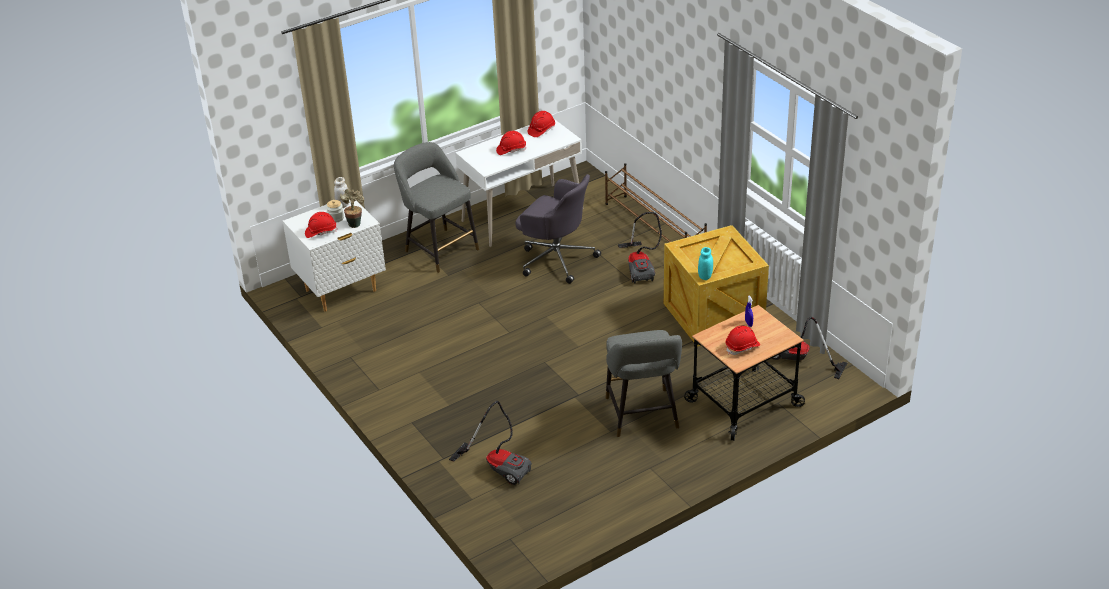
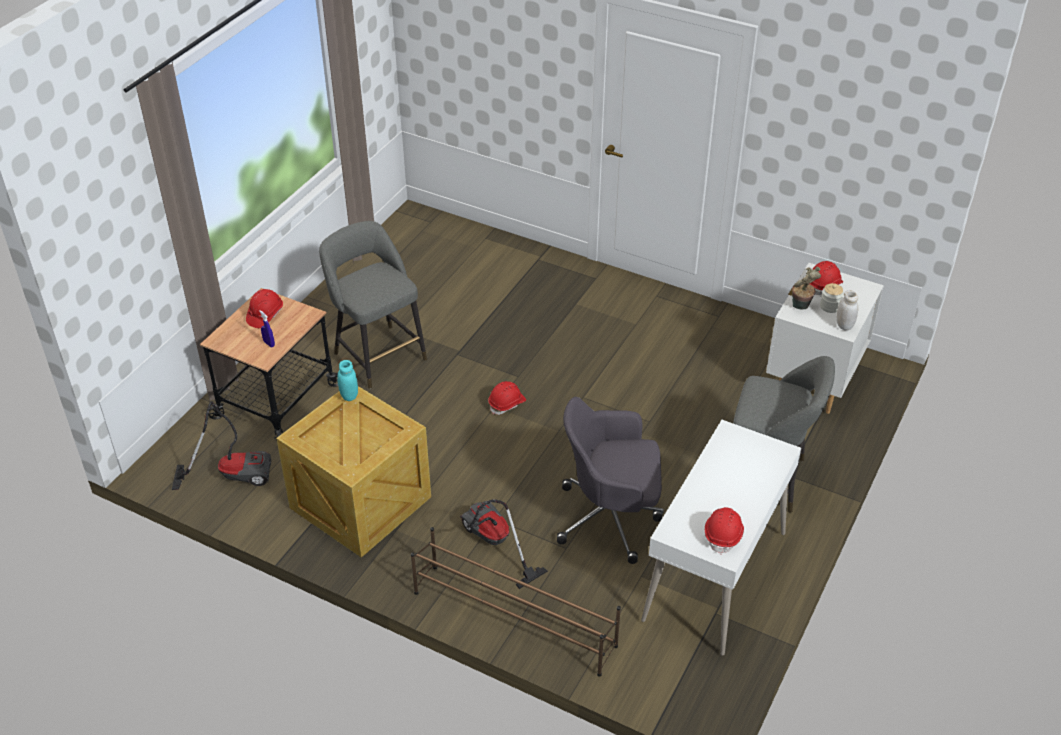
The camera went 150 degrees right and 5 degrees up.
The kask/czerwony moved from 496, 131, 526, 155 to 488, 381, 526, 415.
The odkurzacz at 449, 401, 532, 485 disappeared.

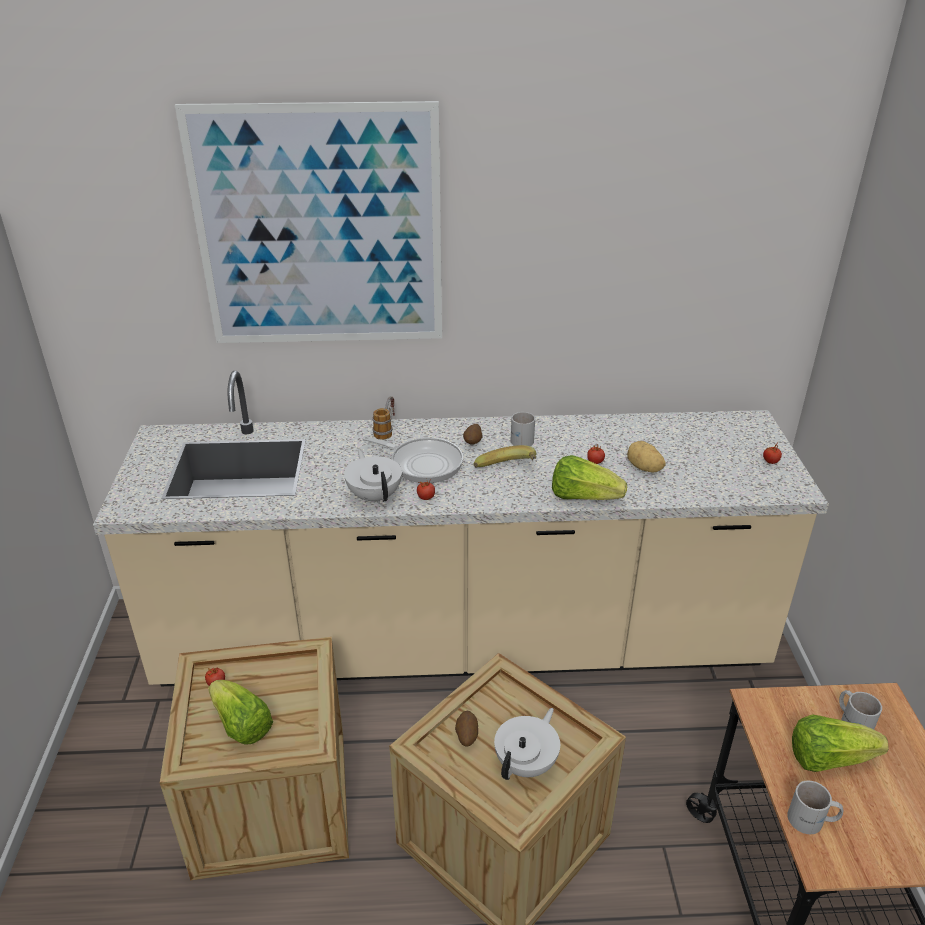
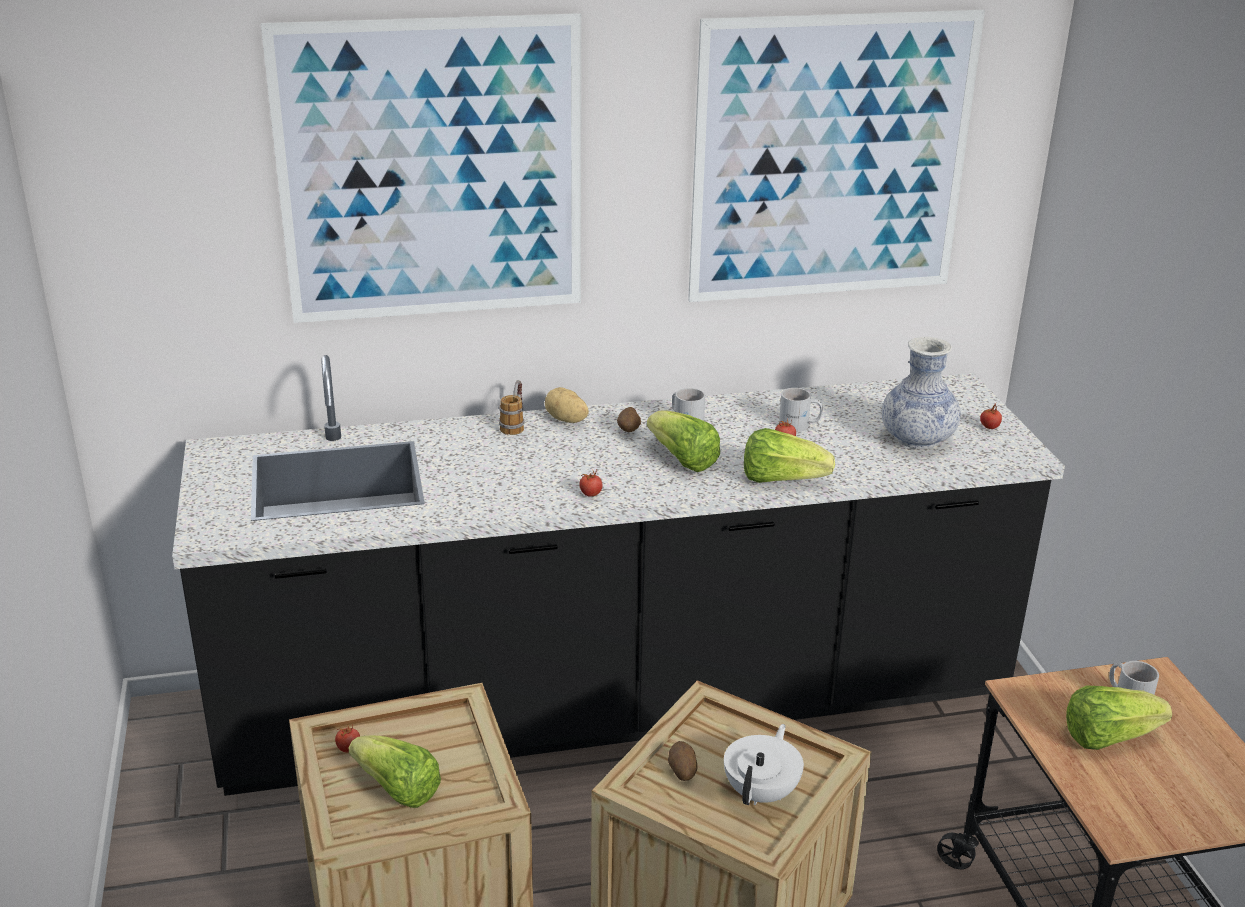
The camera went 10 degrees left and 5 degrees down.
The zabudowa kuchenna/beżowy at 93, 371, 829, 686 became the zabudowa kuchenna/czarny at 172, 355, 1065, 796.
The patelnia at 363, 436, 463, 483 disappeared.
The ziemniak moved from 627, 441, 666, 473 to 545, 387, 589, 423.
The banan at 473, 445, 536, 467 was replaced by the sałata at 647, 410, 720, 472.
The imbryk/biały at 344, 450, 402, 504 disappeared.
The kubek/biały moved from 787, 781, 844, 834 to 779, 388, 823, 432.
The obraz at 688, 10, 985, 302 appeared.
The wazon at 882, 337, 961, 449 appeared.

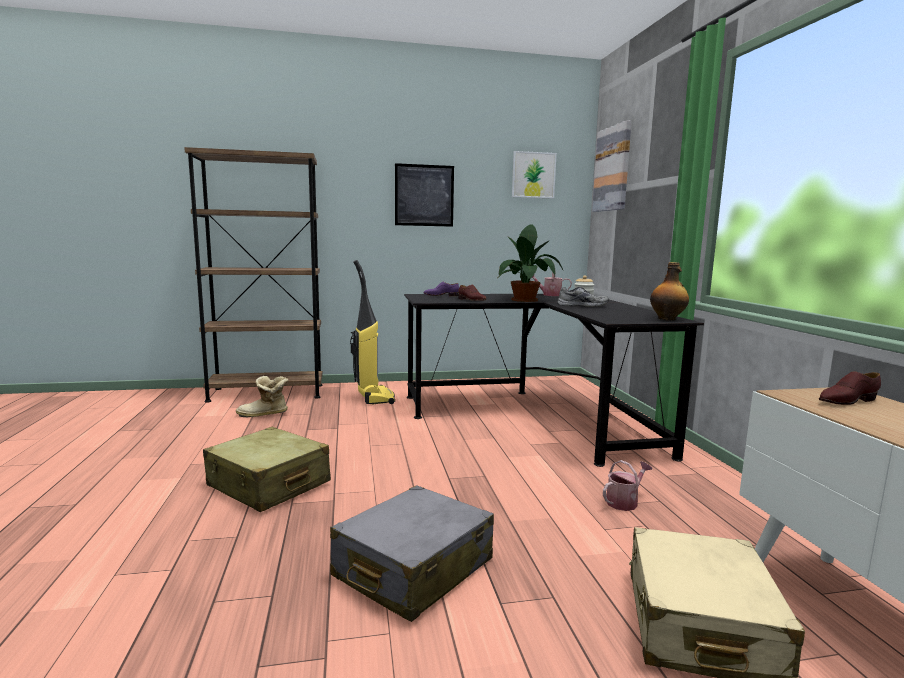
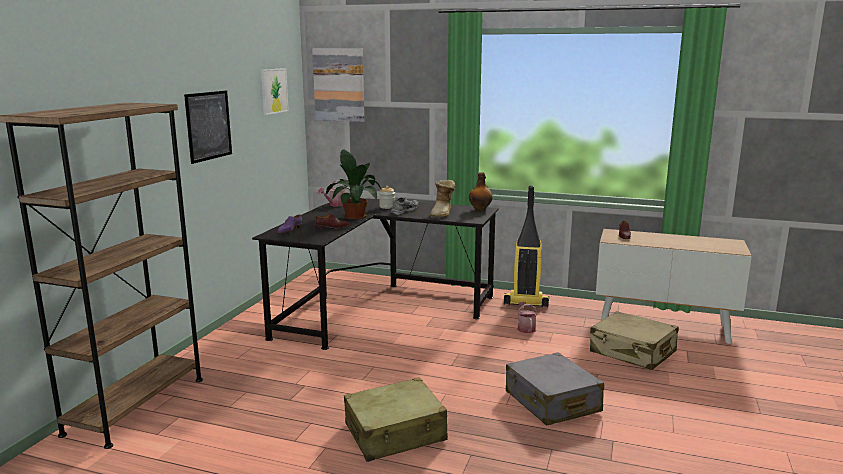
The camera went 60 degrees left and 5 degrees up.
The odkurzacz moved from 350, 260, 395, 405 to 504, 185, 549, 307.
The but z cholewką moved from 236, 376, 289, 417 to 430, 180, 455, 219.

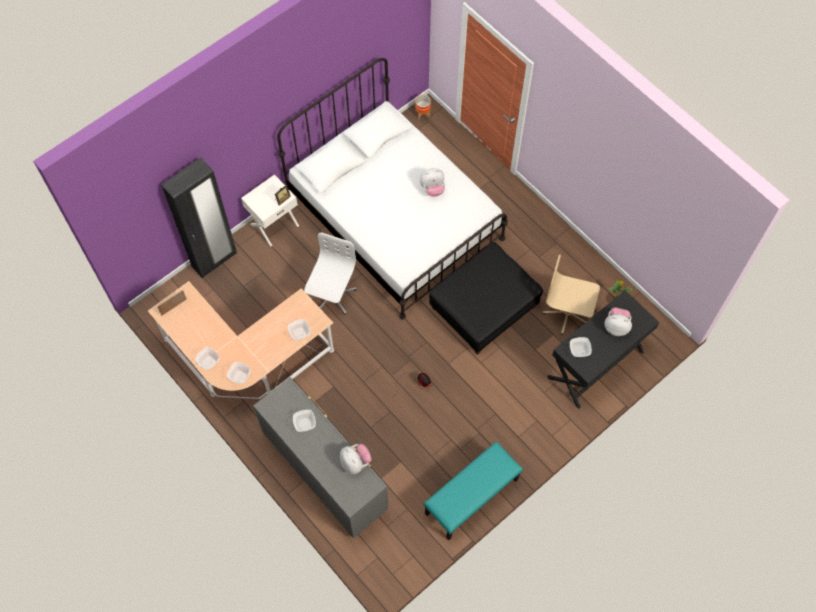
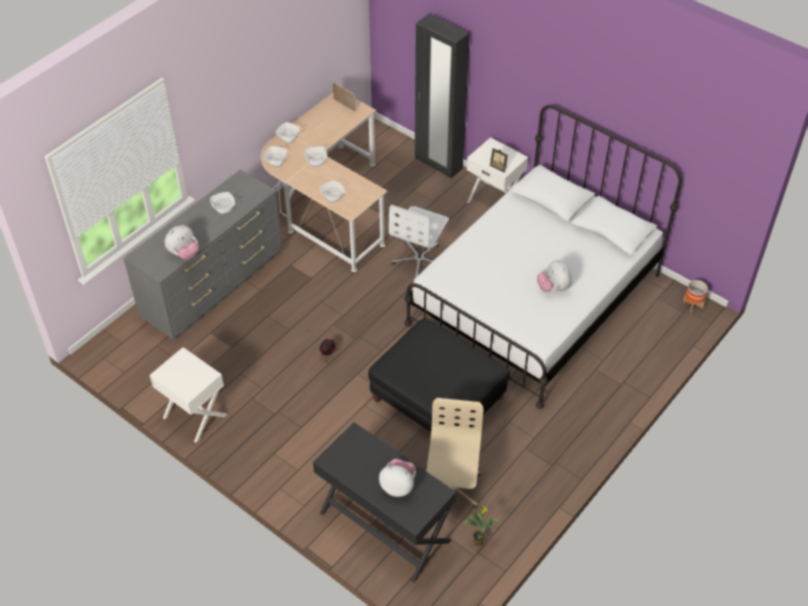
The camera went 80 degrees right and 15 degrees down.
The krzesło biurowe/biały at 304, 232, 357, 314 turned 105 degrees clockwise.
The pluszak at 604, 307, 632, 336 turned 75 degrees counterclockwise.
The miska moved from 570, 337, 592, 357 to 304, 146, 327, 167.
The ławka/turkusowy at 424, 441, 523, 540 was replaced by the szafka nocna/biały at 150, 347, 227, 443.

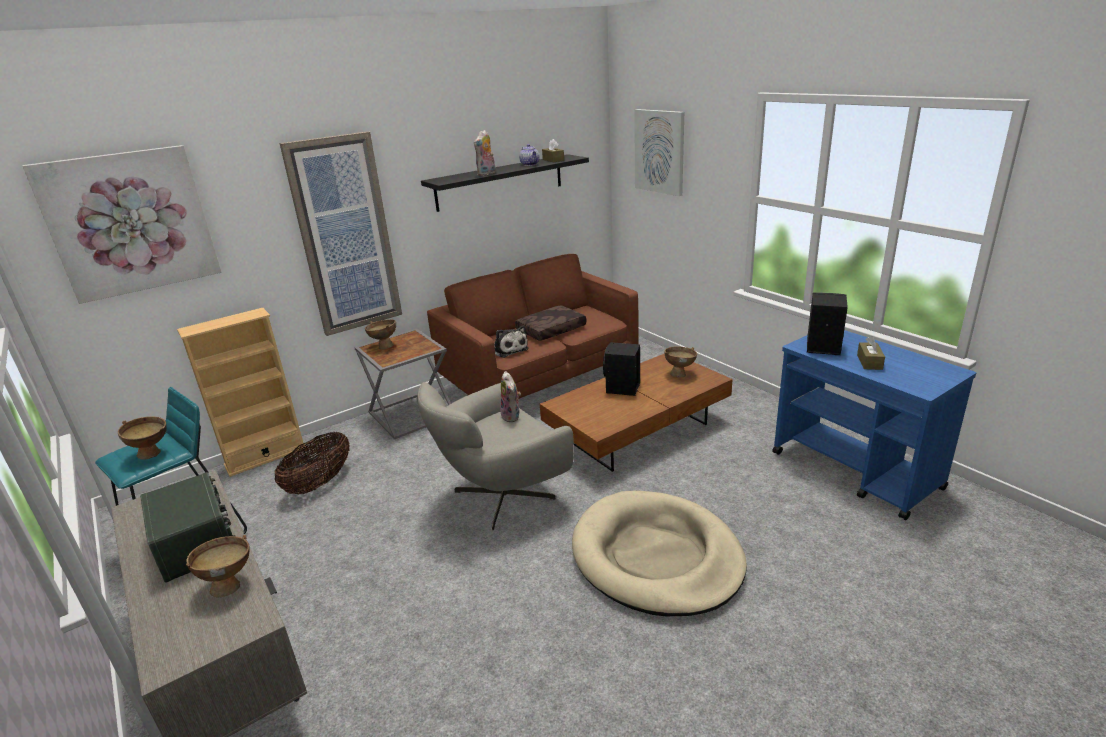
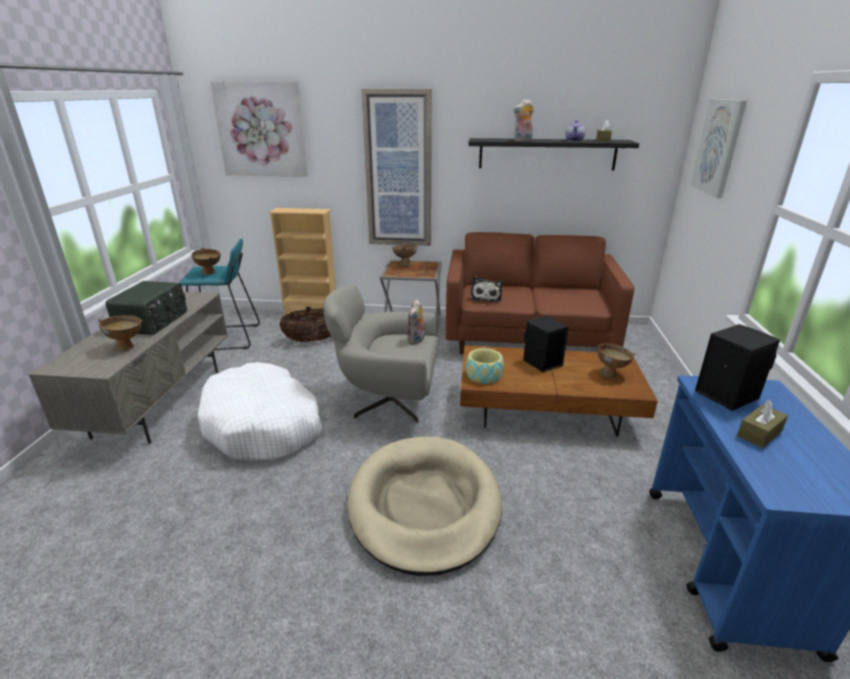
The camera went 40 degrees right and 0 degrees up.
The poduszka/brązowy at 515, 306, 586, 341 disappeared.
The miska at 466, 348, 504, 384 appeared.
The legowisko/biały at 197, 362, 322, 460 appeared.

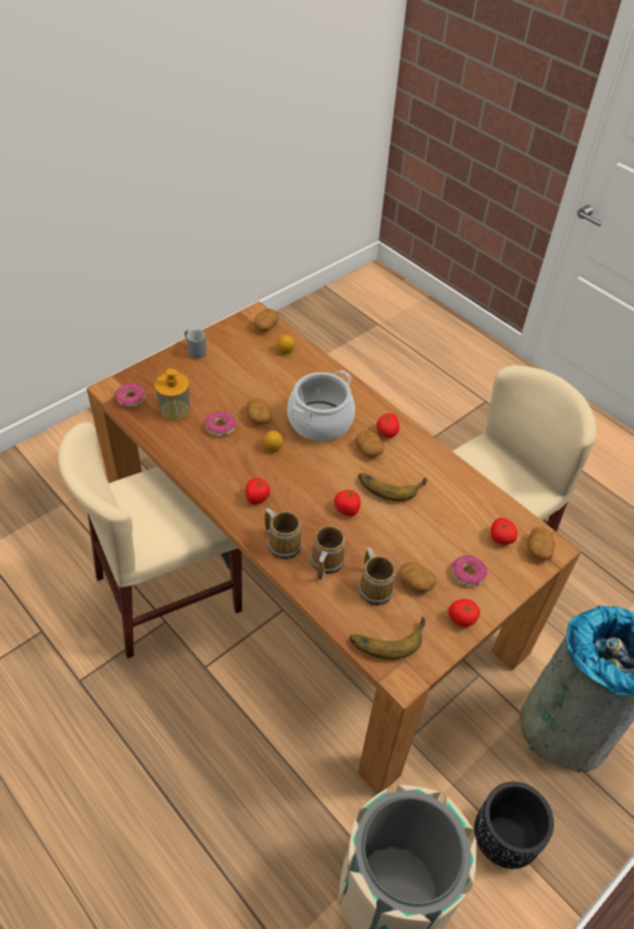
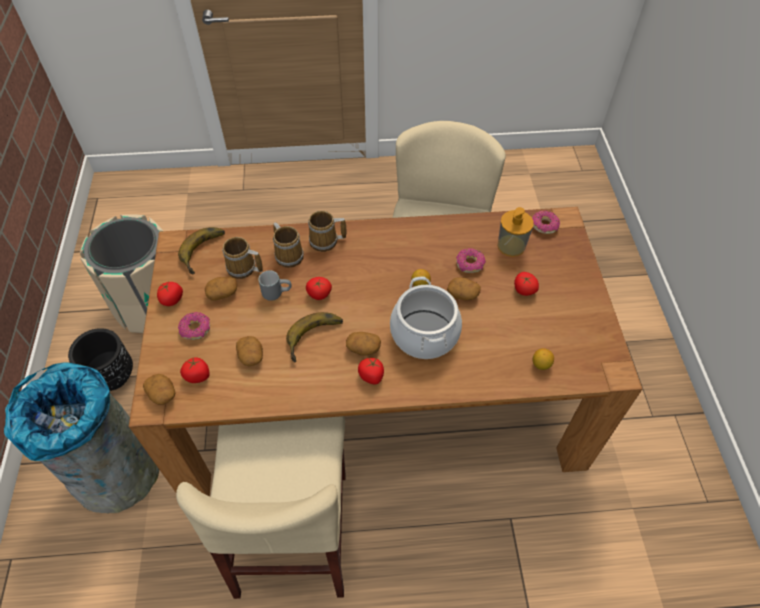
The camera went 130 degrees right and 5 degrees up.
The ziemniak moved from 254, 309, 279, 332 to 236, 336, 263, 366.
The kubek/szary moved from 185, 329, 207, 358 to 258, 270, 292, 301.
The pomidor moved from 246, 478, 270, 505 to 514, 272, 539, 296.

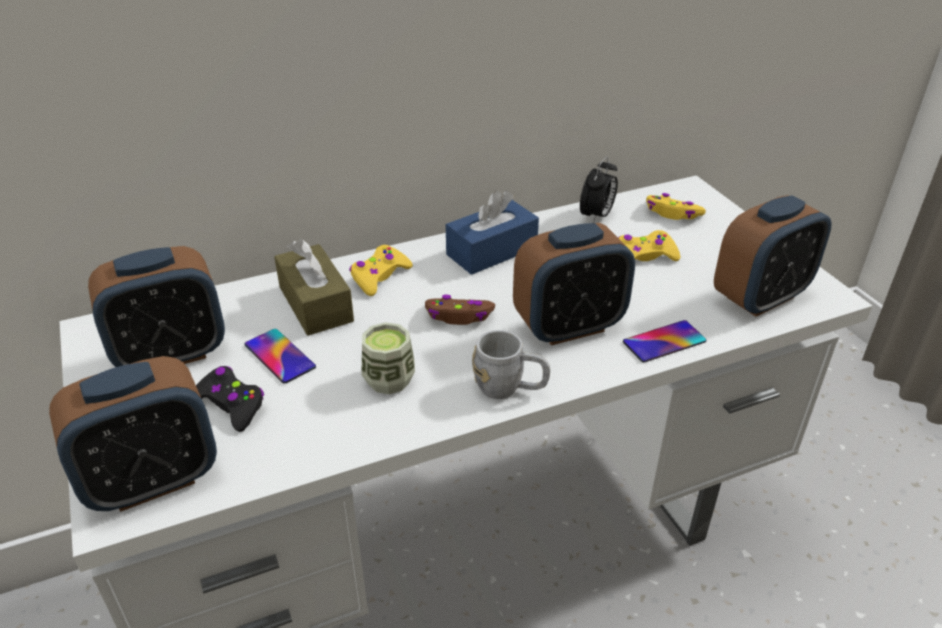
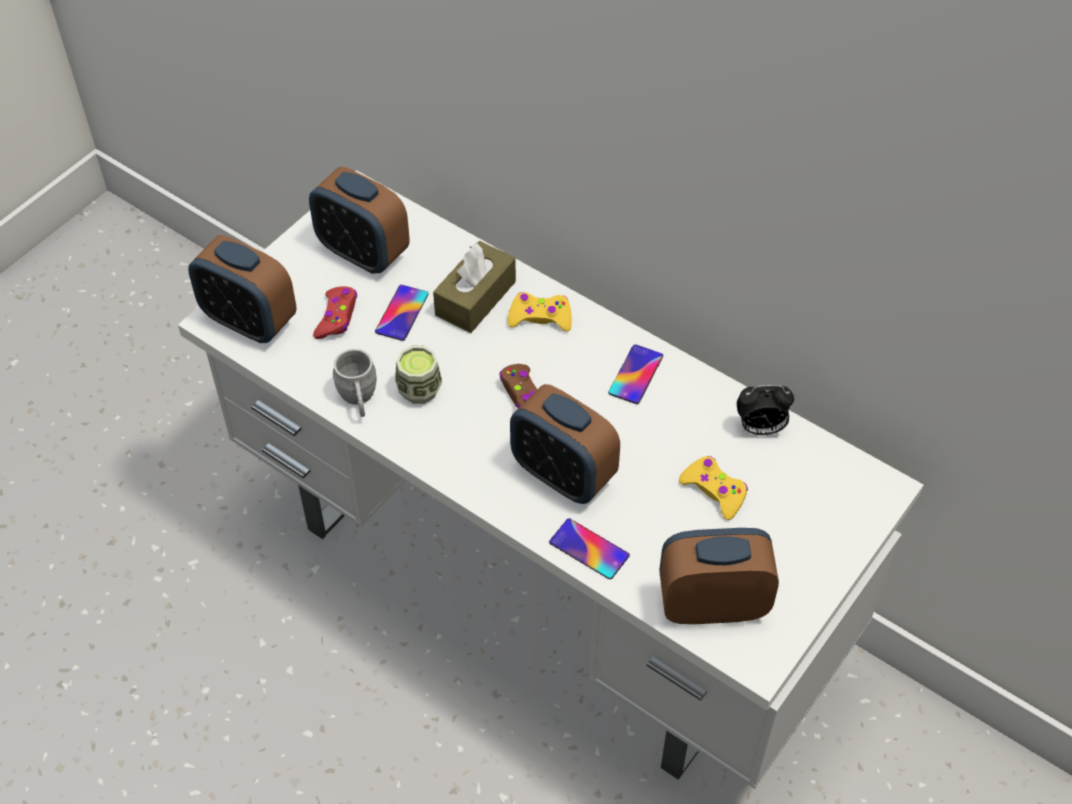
The camera went 60 degrees right and 15 degrees up.
The pudełko chusteczek/niebieski at 446, 190, 539, 275 was replaced by the telefon at 608, 344, 663, 404.
The pad do gier/żółty at 646, 193, 706, 220 disappeared.
The budzik at 714, 195, 832, 317 turned 150 degrees clockwise.
The kubek/szary moved from 472, 330, 550, 399 to 333, 349, 377, 417.
The pad do gier/czarny at 196, 366, 264, 432 became the pad do gier/czerwony at 313, 286, 357, 339.

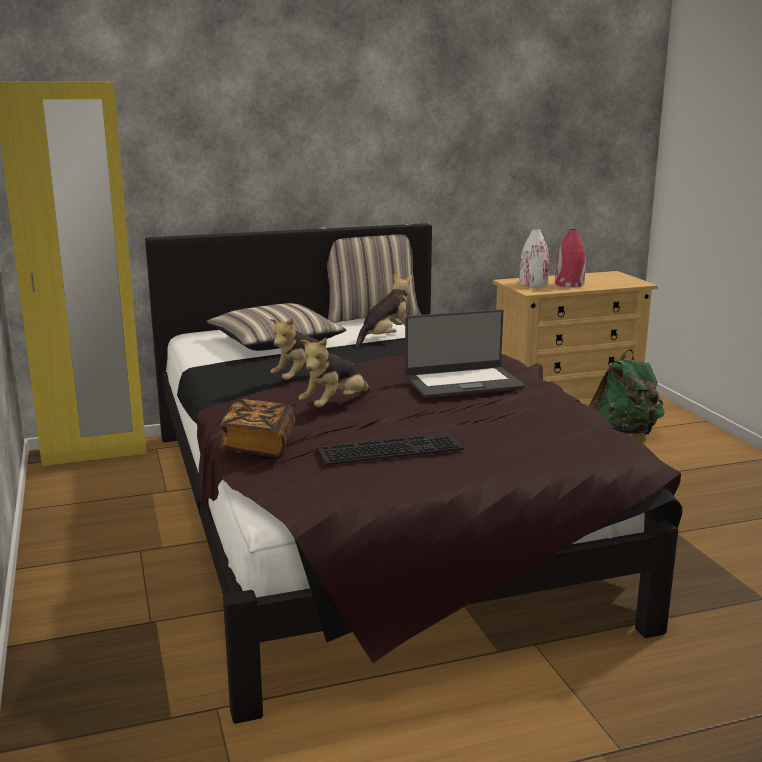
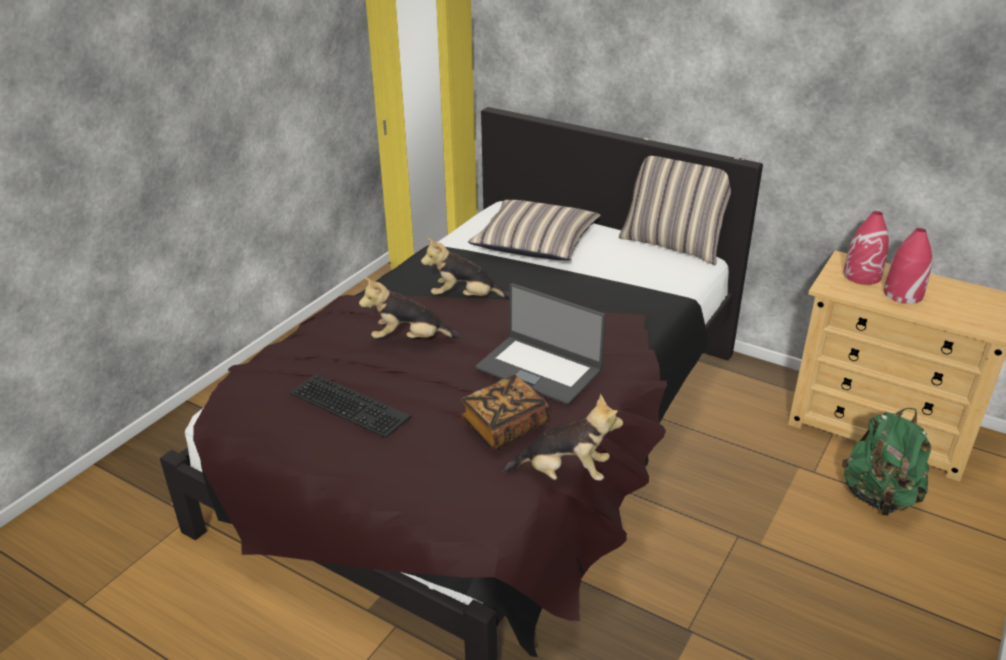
The camera went 50 degrees right and 15 degrees up.
The wazon/biały at 519, 229, 549, 287 became the wazon/czerwony at 843, 211, 889, 285.
The pluszak moved from 356, 273, 412, 347 to 502, 394, 623, 481.
The książka moved from 219, 399, 295, 459 to 461, 375, 550, 450.

